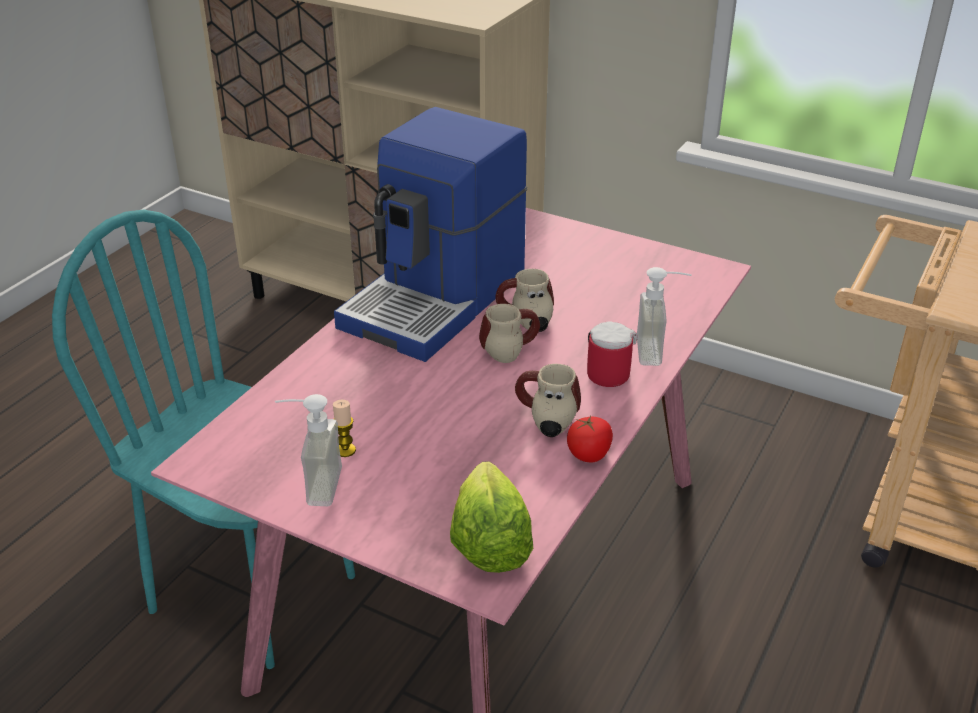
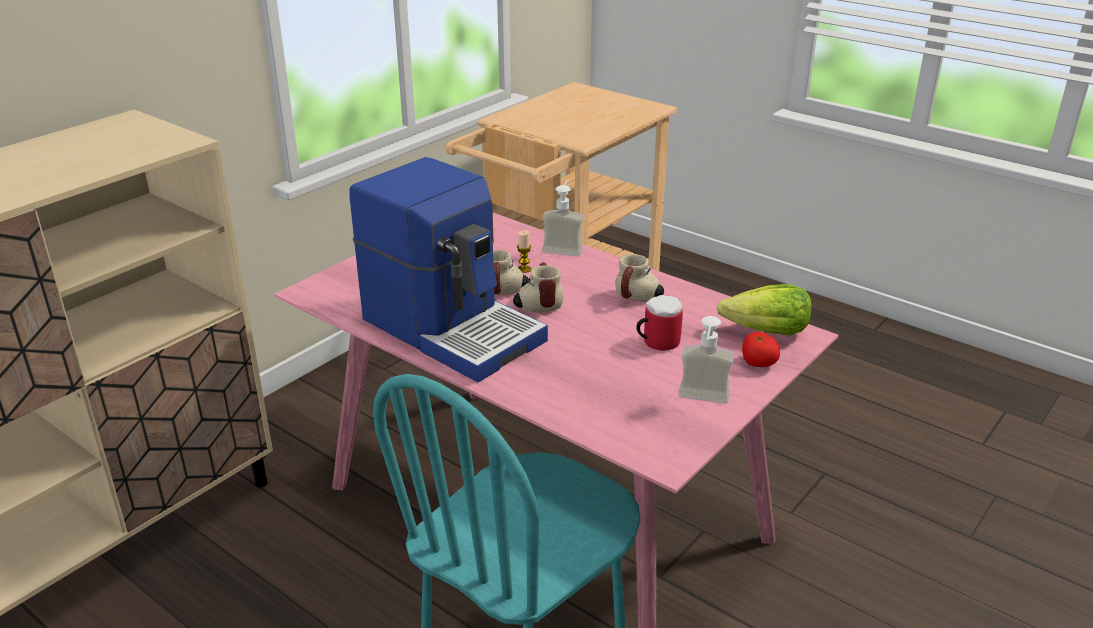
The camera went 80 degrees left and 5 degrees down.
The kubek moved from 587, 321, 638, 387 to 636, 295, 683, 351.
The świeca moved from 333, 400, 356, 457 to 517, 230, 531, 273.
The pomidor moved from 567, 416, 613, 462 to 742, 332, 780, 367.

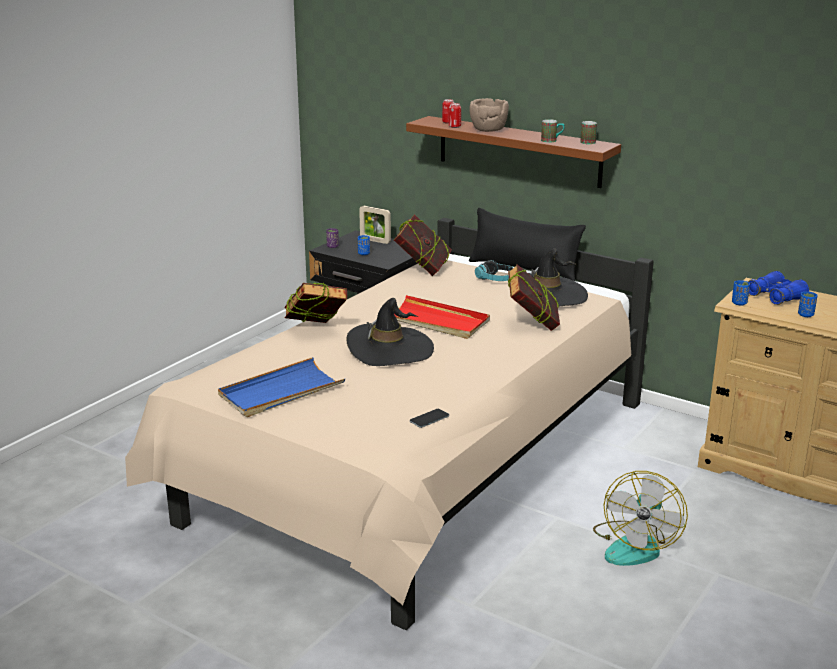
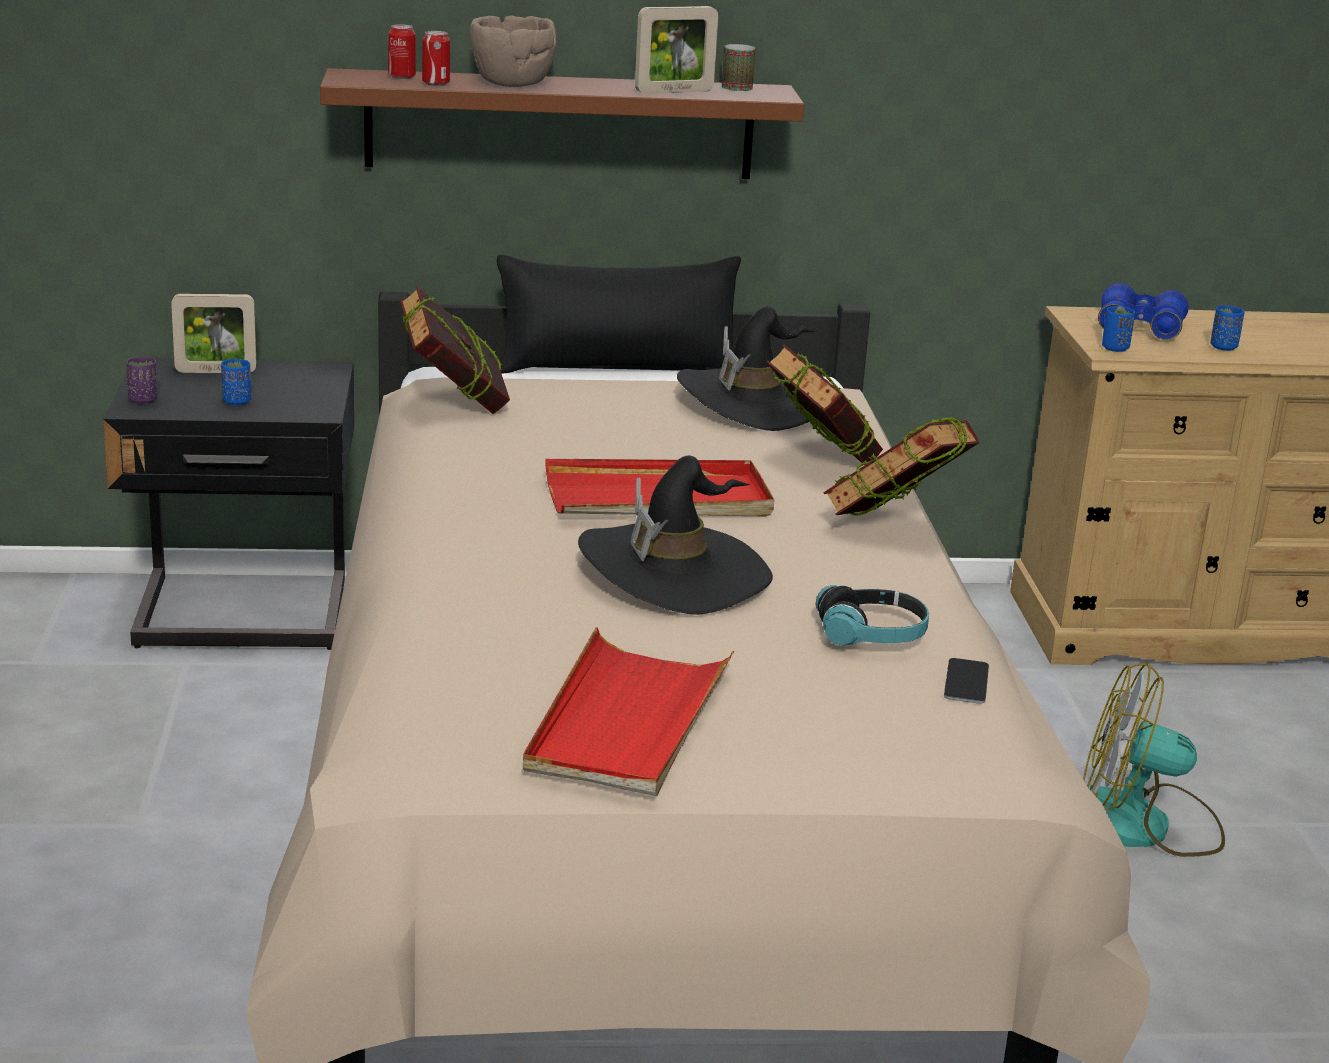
The camera went 40 degrees left and 0 degrees up.
The kubek at 541, 119, 565, 143 was replaced by the ramka na zdjęcie at 635, 6, 718, 94.
The słuchawki moved from 475, 260, 514, 281 to 815, 585, 929, 646.
The książka moved from 284, 283, 347, 323 to 823, 416, 980, 516.
The taca/niebieski at 218, 357, 345, 417 became the taca/czerwony at 523, 627, 734, 796.
The wentylator at 593, 471, 688, 566 turned 120 degrees clockwise.

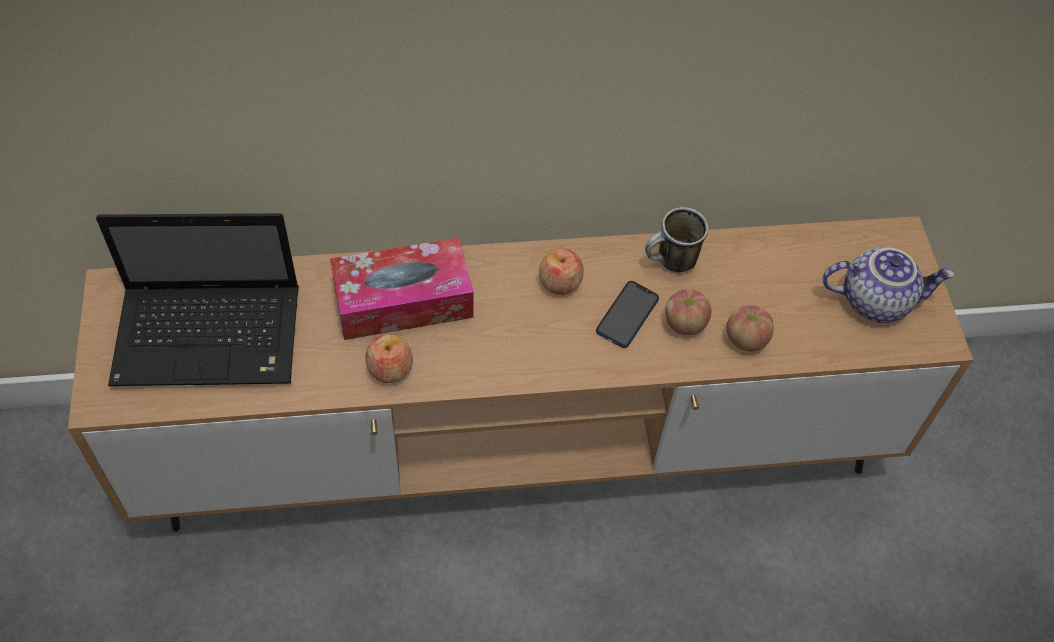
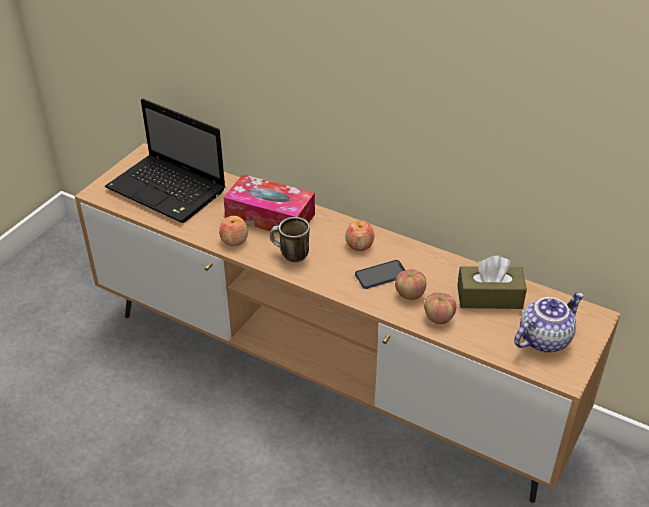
The camera went 40 degrees right and 15 degrees down.
The kubek moved from 645, 207, 708, 273 to 270, 217, 310, 262.
The imbryk at 822, 247, 955, 323 turned 75 degrees counterclockwise.
The pudełko chusteczek/brązowy at 457, 256, 527, 309 appeared.

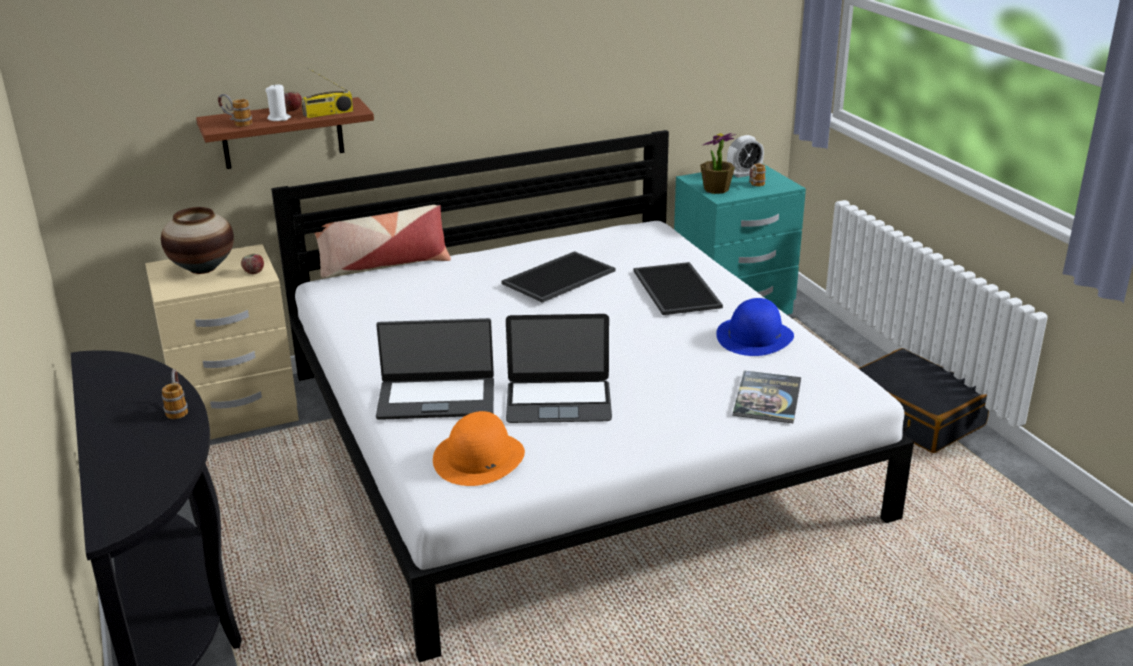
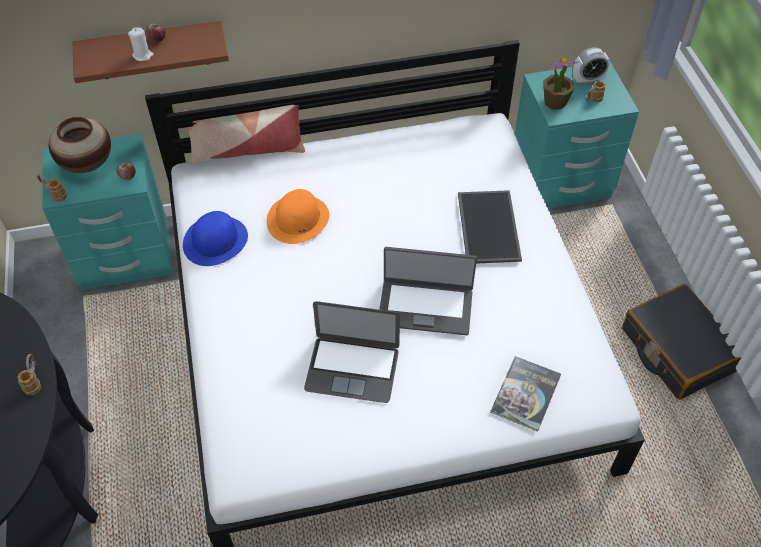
The camera went 10 degrees right and 25 degrees up.
The radio at 301, 68, 353, 118 disappeared.
The kubek moved from 218, 94, 252, 127 to 37, 174, 67, 202.
The szafka nocna/beżowy at 145, 244, 299, 440 became the szafka nocna/turkusowy at 42, 133, 173, 290.
The taca at 501, 251, 616, 303 disappeared.
The kapelusz/niebieski moved from 716, 298, 794, 356 to 183, 211, 248, 266.
The laptop moved from 376, 318, 494, 420 to 379, 247, 477, 335.
The kapelusz/pomarańczowy moved from 433, 411, 525, 486 to 267, 189, 329, 244.

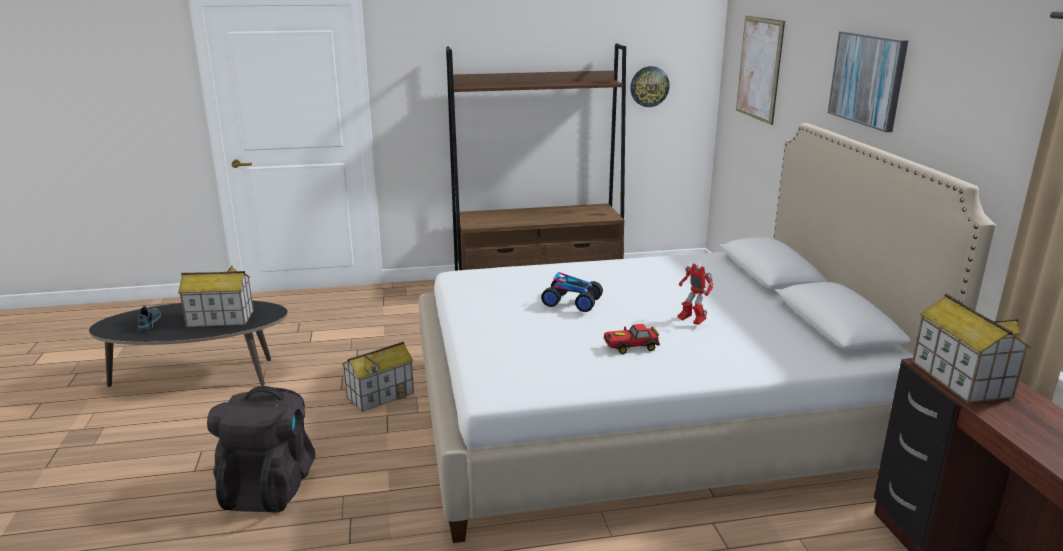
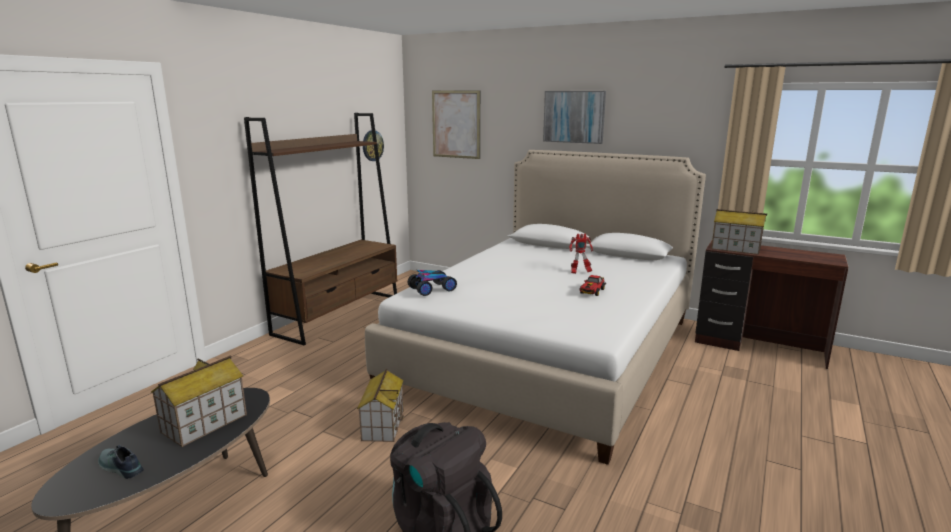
The camera went 50 degrees left and 5 degrees down.
The samochodzik moved from 541, 272, 603, 312 to 408, 270, 457, 296.

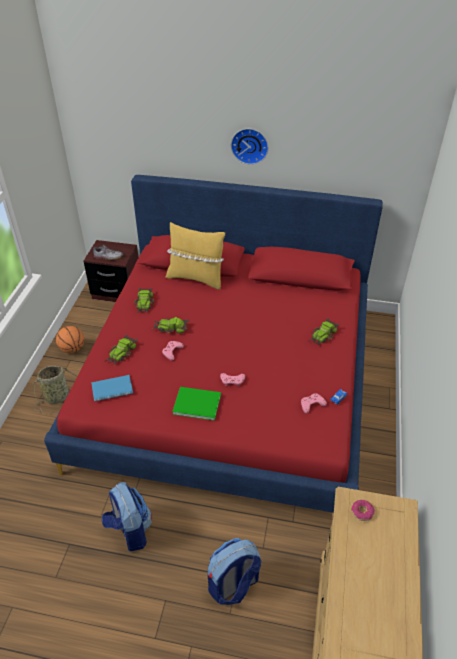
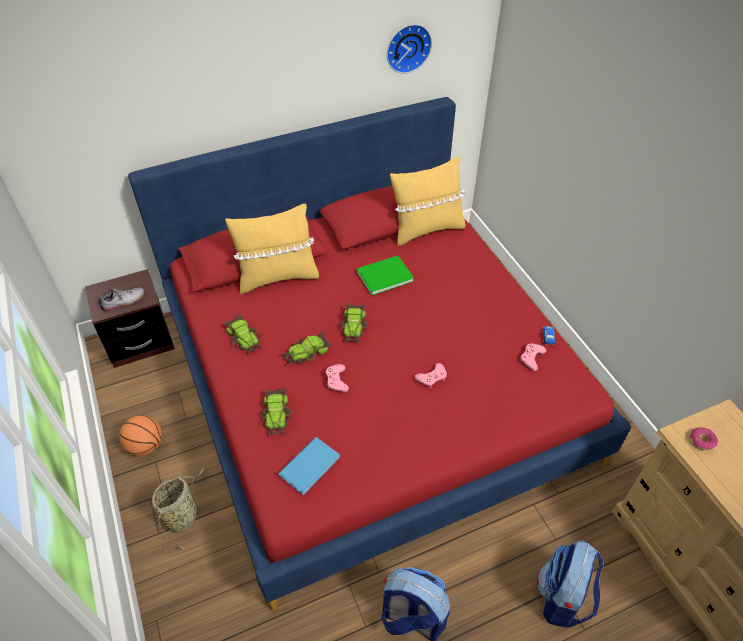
The camera went 35 degrees left and 5 degrees up.
The zegar ścienny moved from 231, 129, 268, 165 to 387, 24, 432, 74.
The samochodzik moved from 309, 318, 339, 346 to 339, 303, 368, 343.
The książka/zielony moved from 172, 387, 221, 421 to 356, 256, 414, 295.
The poduszka/żółty at 390, 157, 465, 246 appeared.

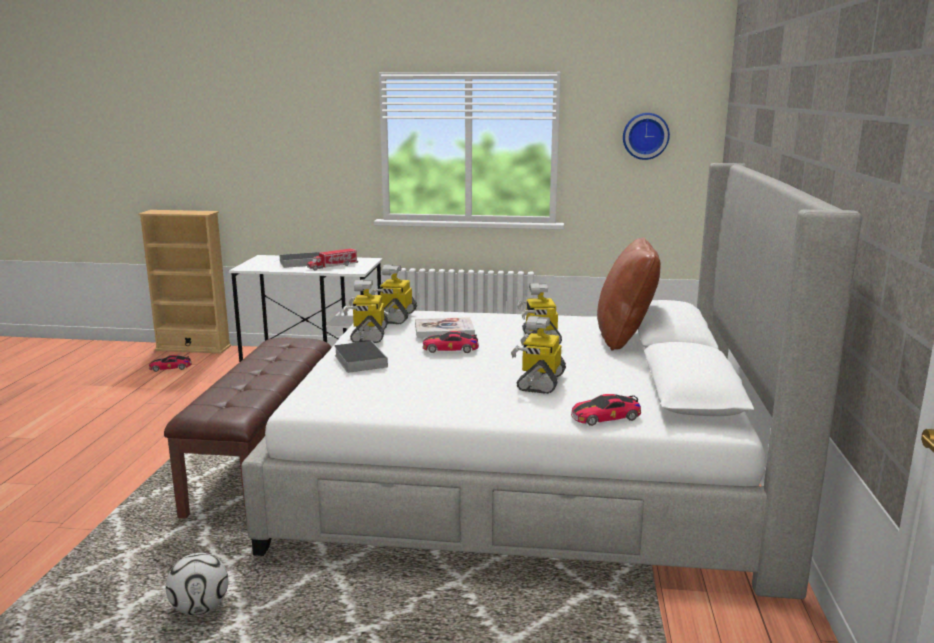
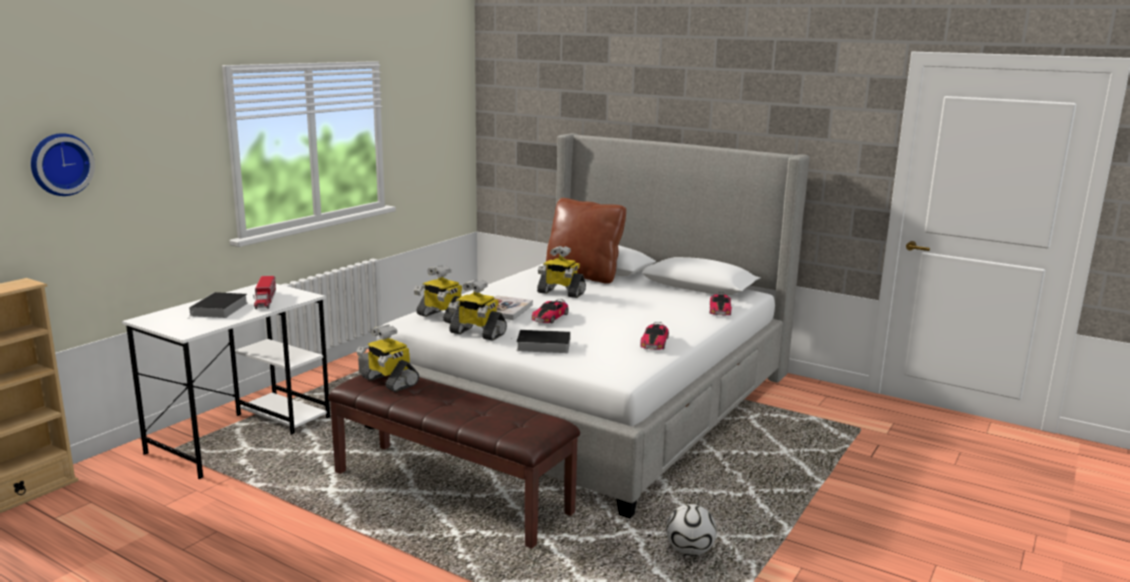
The camera went 65 degrees left and 0 degrees up.
The zegar ścienny moved from 623, 113, 670, 160 to 31, 133, 95, 196.
The robot zabawkowy moved from 511, 316, 566, 394 to 356, 325, 419, 392.
The samochodzik moved from 149, 355, 192, 372 to 640, 322, 669, 350.

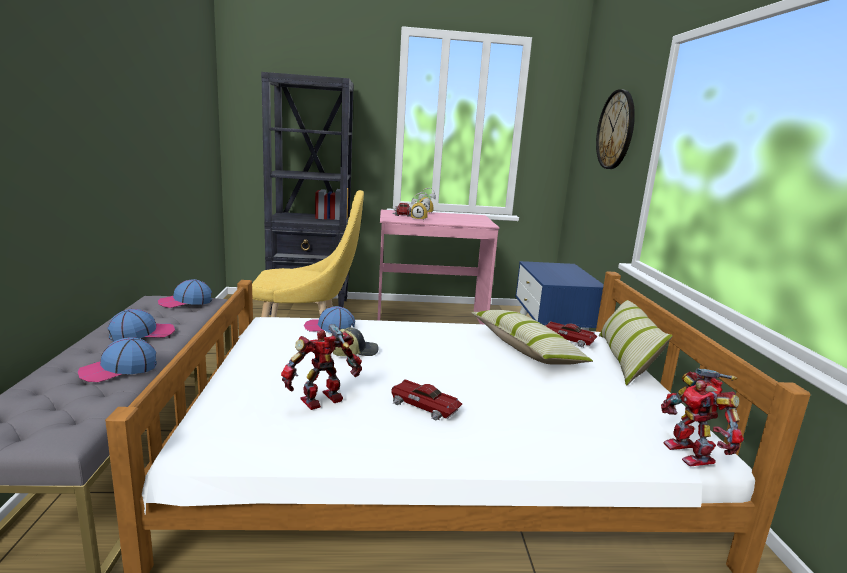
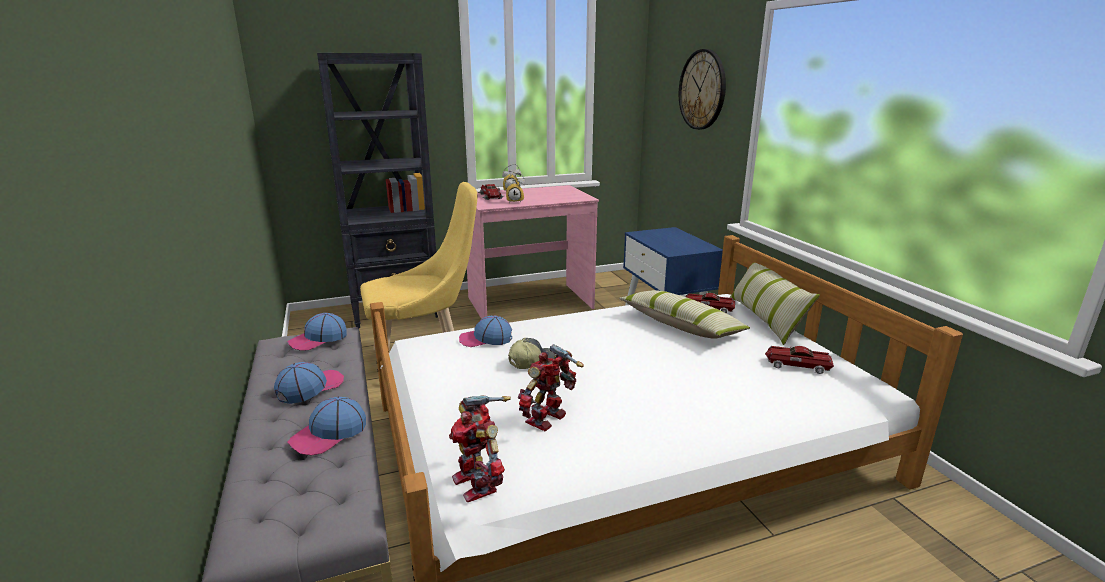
The camera went 15 degrees left and 5 degrees up.
The robot zabawkowy moved from 661, 368, 744, 466 to 449, 396, 511, 502.
The samochodzik moved from 391, 379, 462, 421 to 765, 346, 834, 374.

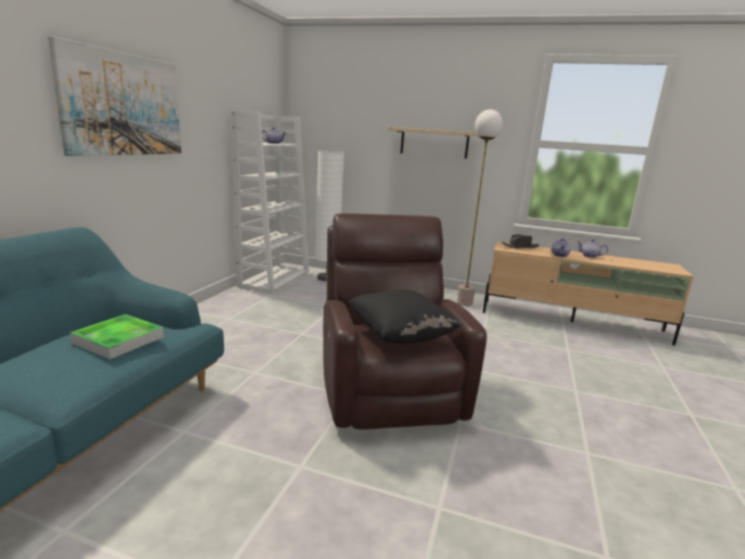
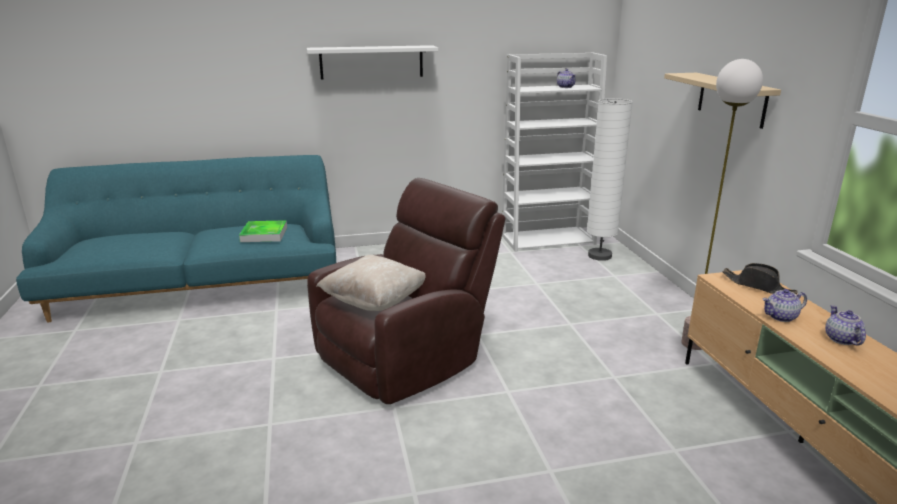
The camera went 60 degrees right and 5 degrees up.
The obraz at 48, 36, 181, 156 was replaced by the półka/biały at 307, 45, 438, 79.
The poduszka/czarny at 348, 290, 462, 344 became the poduszka/beżowy at 316, 255, 426, 311.

